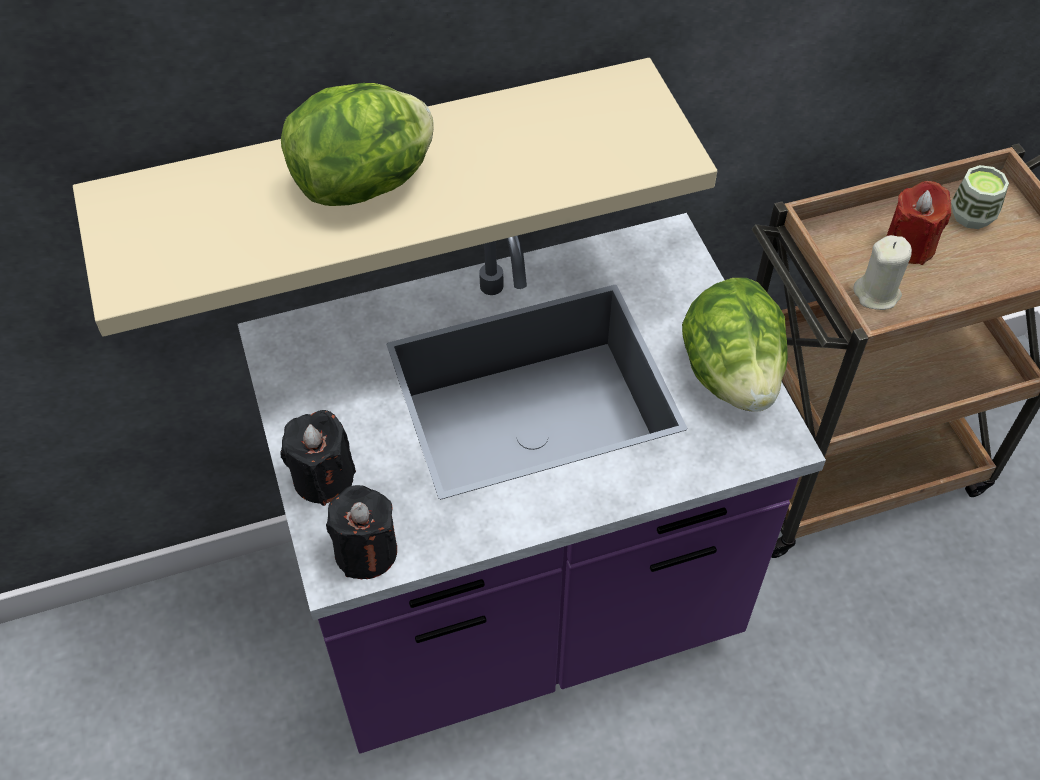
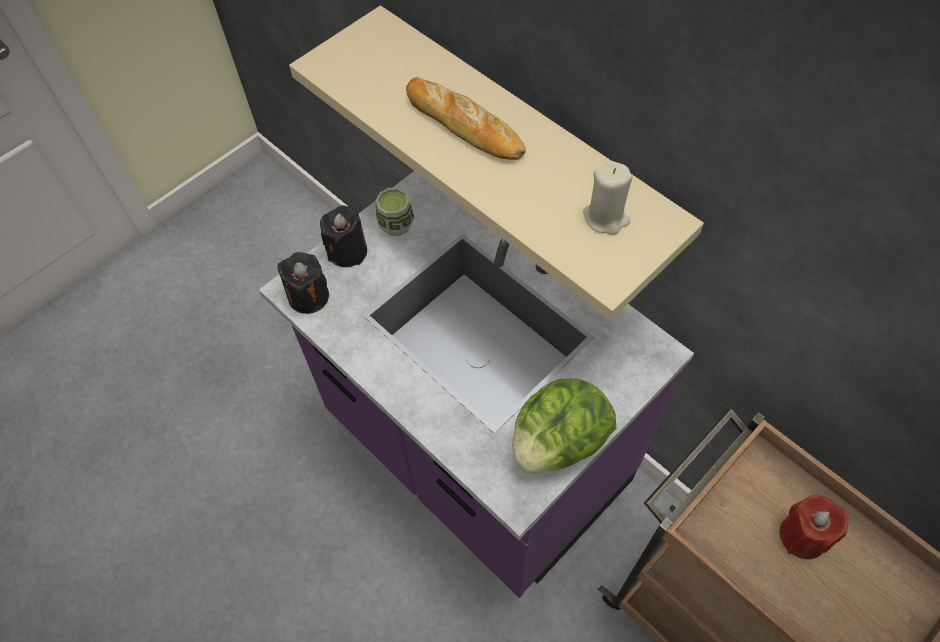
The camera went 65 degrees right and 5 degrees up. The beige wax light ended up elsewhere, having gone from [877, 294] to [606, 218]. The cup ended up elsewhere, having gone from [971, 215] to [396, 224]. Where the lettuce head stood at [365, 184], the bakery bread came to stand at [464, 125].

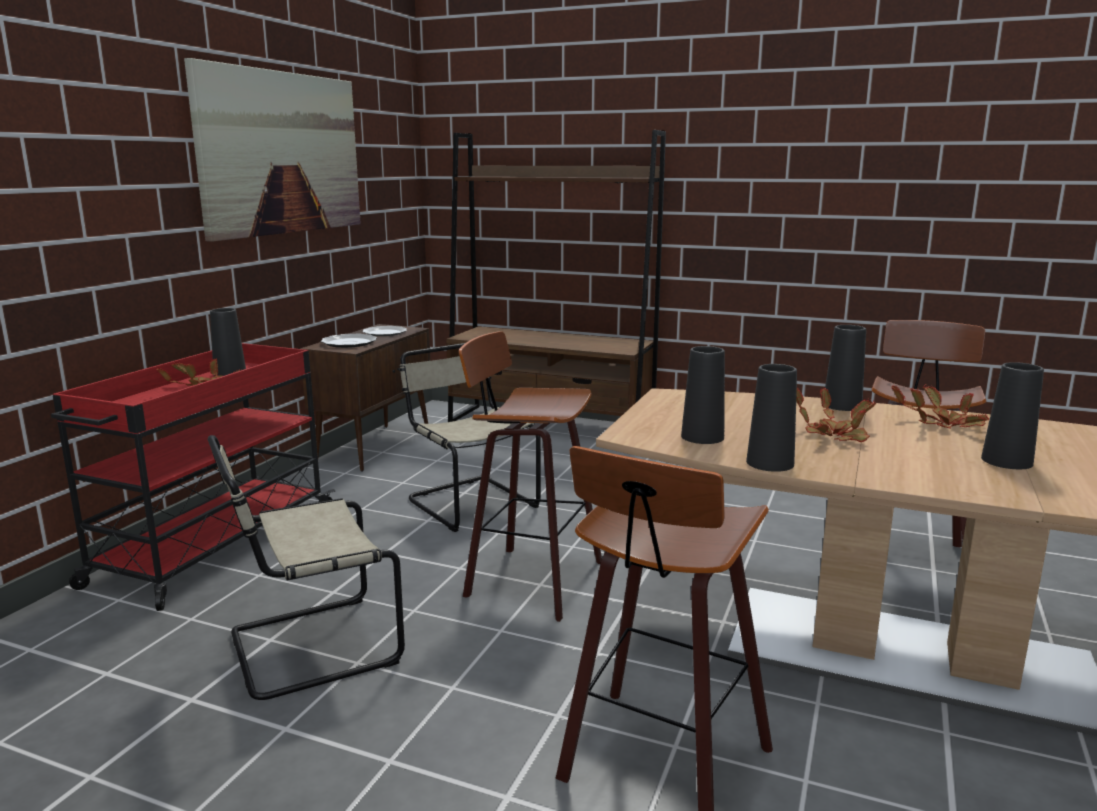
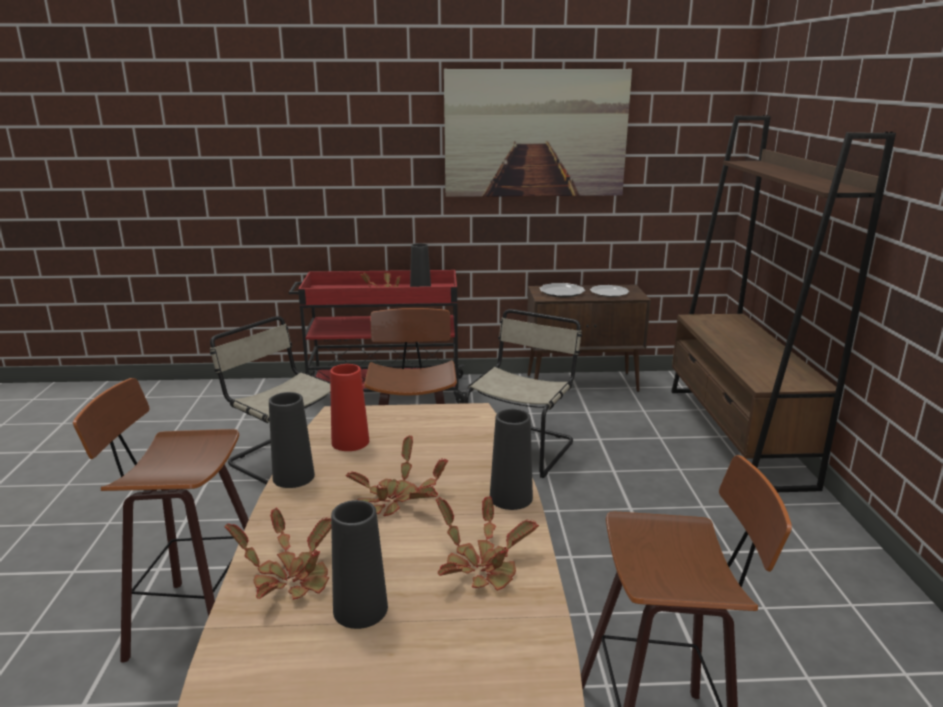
The camera went 65 degrees right and 5 degrees up. The second view gained the houseplant at [290, 577]. What was the blackish flower vase at [702, 437] turned into the reddish flower vase at [350, 442].

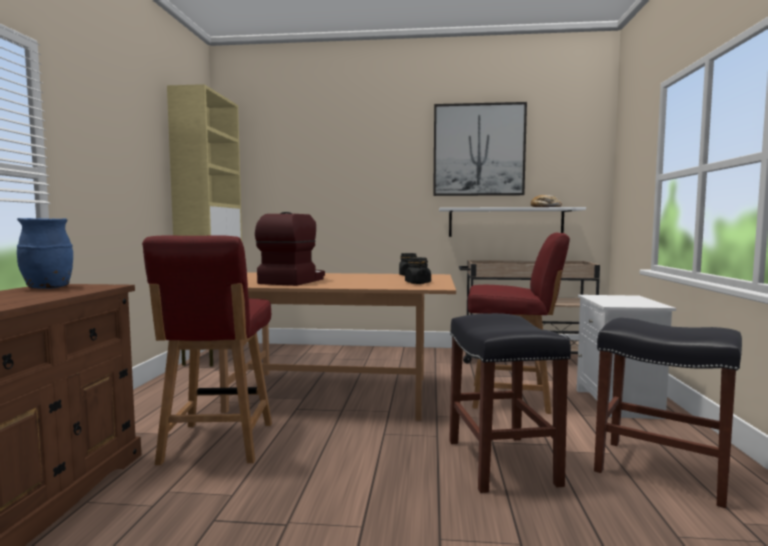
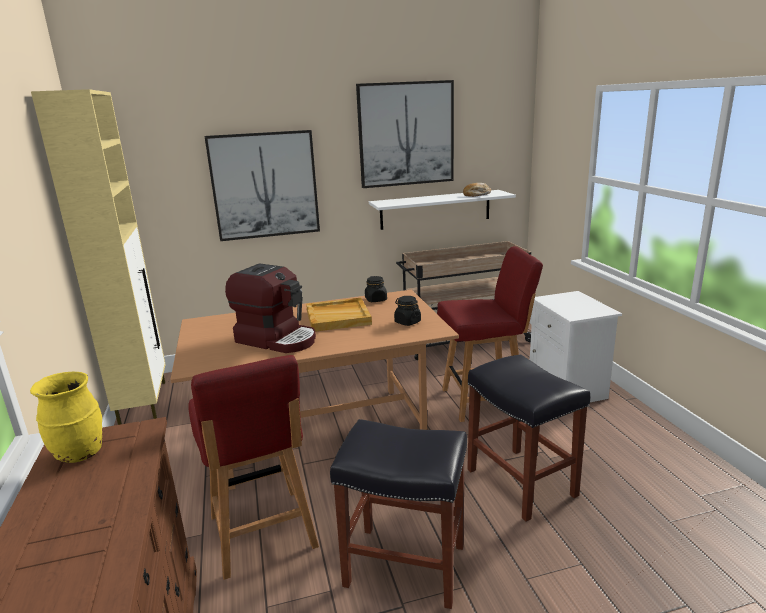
The camera went 20 degrees left and 15 degrees up. The second view gained the wall art at [265, 185]. The second view gained the beige tray at [338, 317]. The blackish stool seat ended up elsewhere, having gone from [659, 471] to [403, 565]. What was the blue-coloured flower vase at [48, 288] turned into the yellow-coloured flower vase at [80, 454]. The coffee machine at [293, 281] ended up facing another way, 120 degrees clockwise from before.

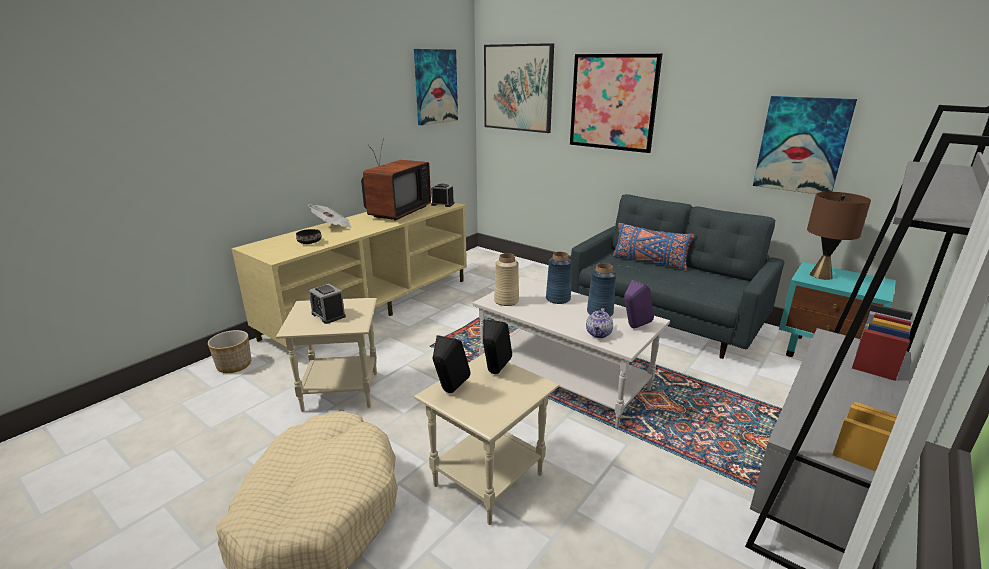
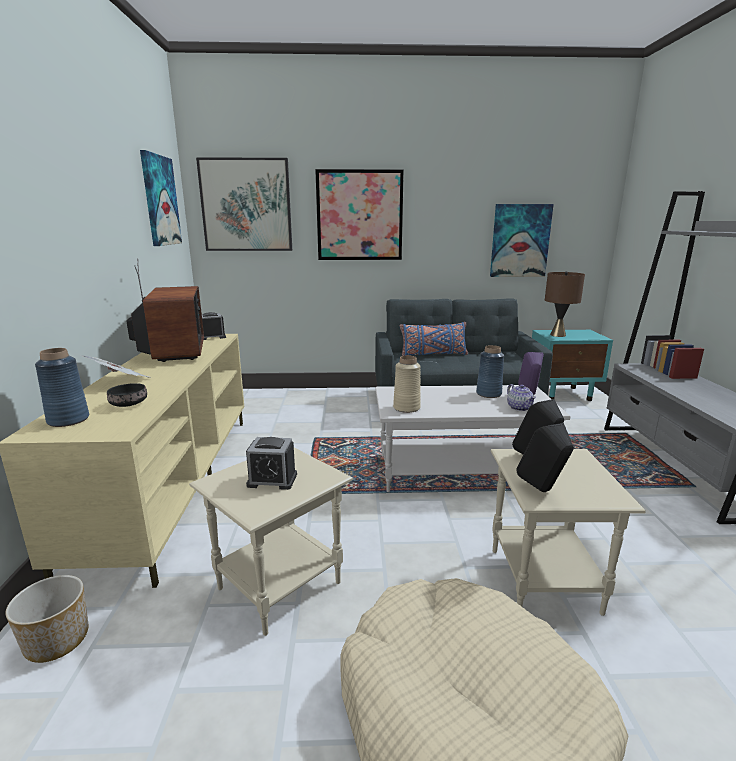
The camera went 40 degrees left and 5 degrees down. The blue-coloured flower vase ended up elsewhere, having gone from [558, 299] to [68, 420].

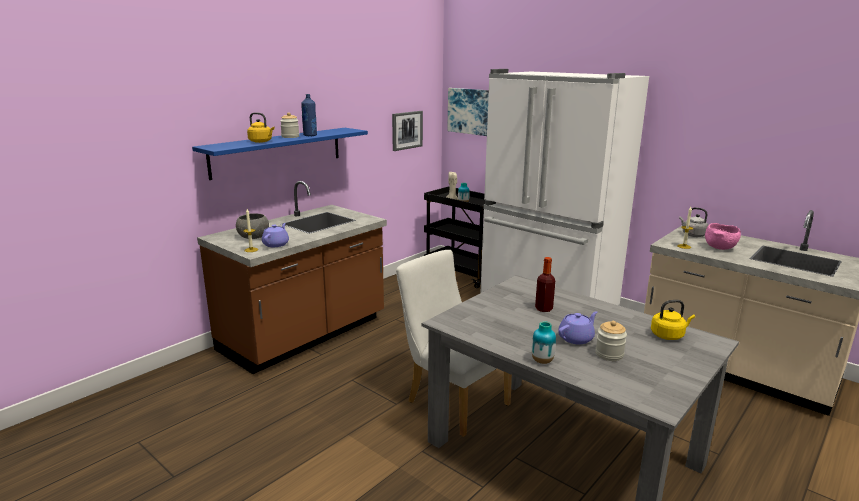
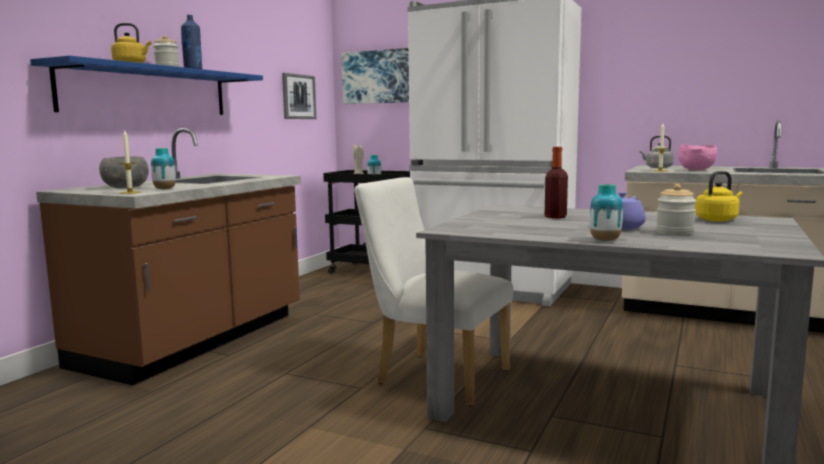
The camera went 15 degrees left and 10 degrees down. Where the purple tea pot stood at [276, 244], the flower vase came to stand at [164, 189].

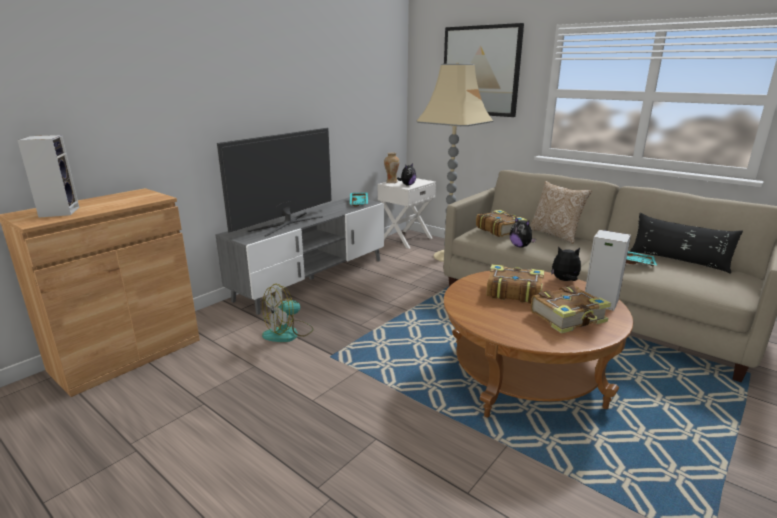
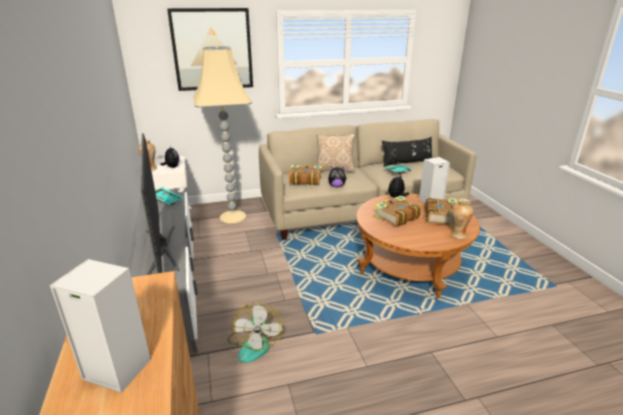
The camera went 55 degrees left and 5 degrees up. The second view gained the flower vase at [458, 235].

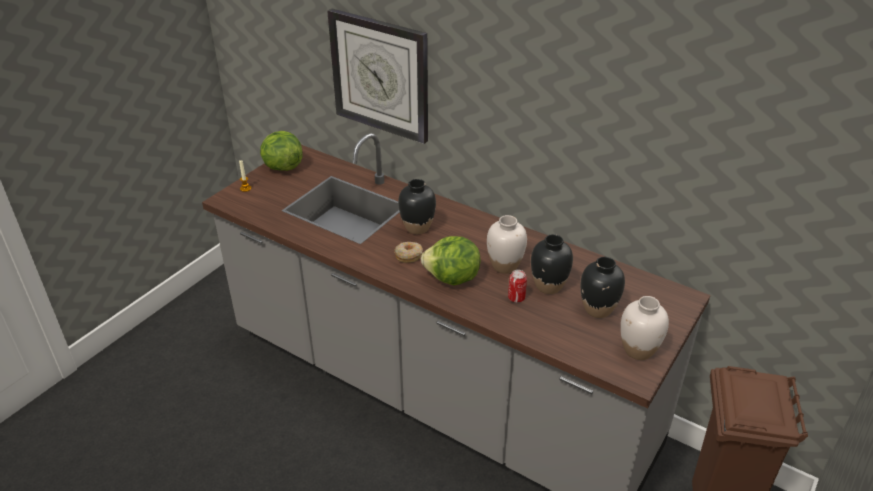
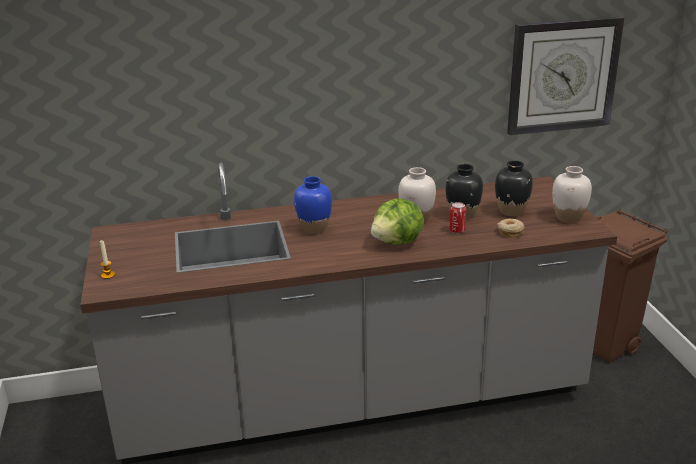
The camera went 45 degrees left and 10 degrees down. The second view lost the lettuce head at [282, 167]. The wall clock ended up elsewhere, having gone from [380, 75] to [562, 75]. The ring doughnut ended up elsewhere, having gone from [408, 255] to [510, 232]. What was the blackish flower vase at [417, 227] turned into the blue-coloured flower vase at [314, 229].

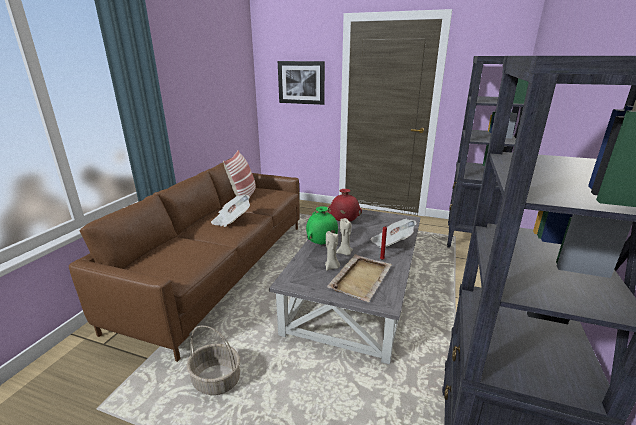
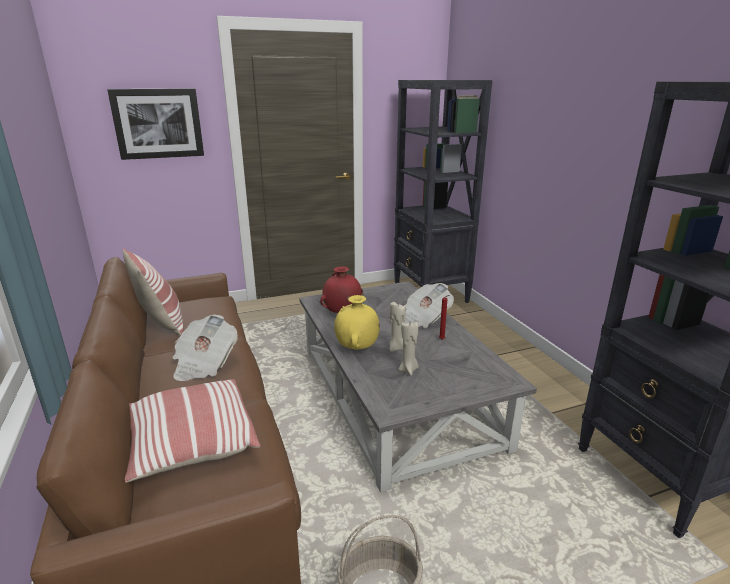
The camera went 40 degrees left and 0 degrees up. The second view lost the beige tray at [361, 278]. The second view gained the cushion at [191, 443]. What was the greenish flower vase at [321, 244] turned into the yellow-coloured flower vase at [357, 349].

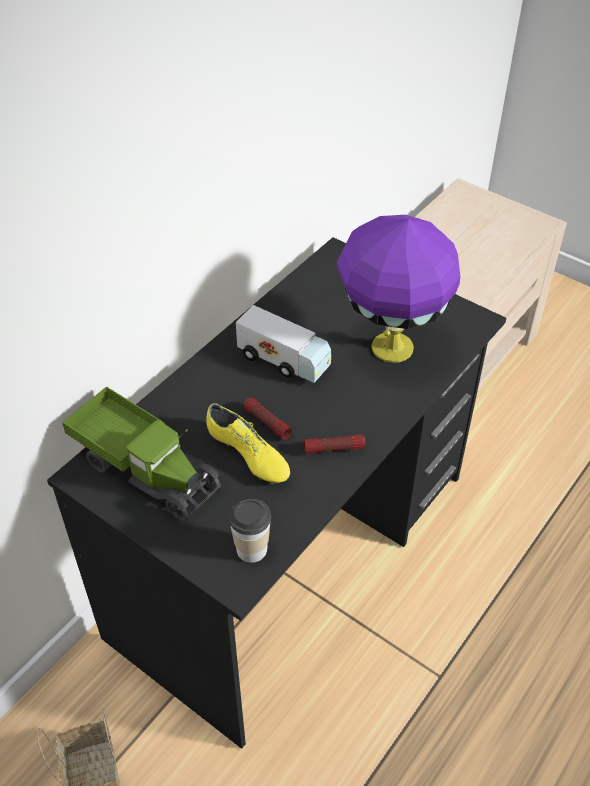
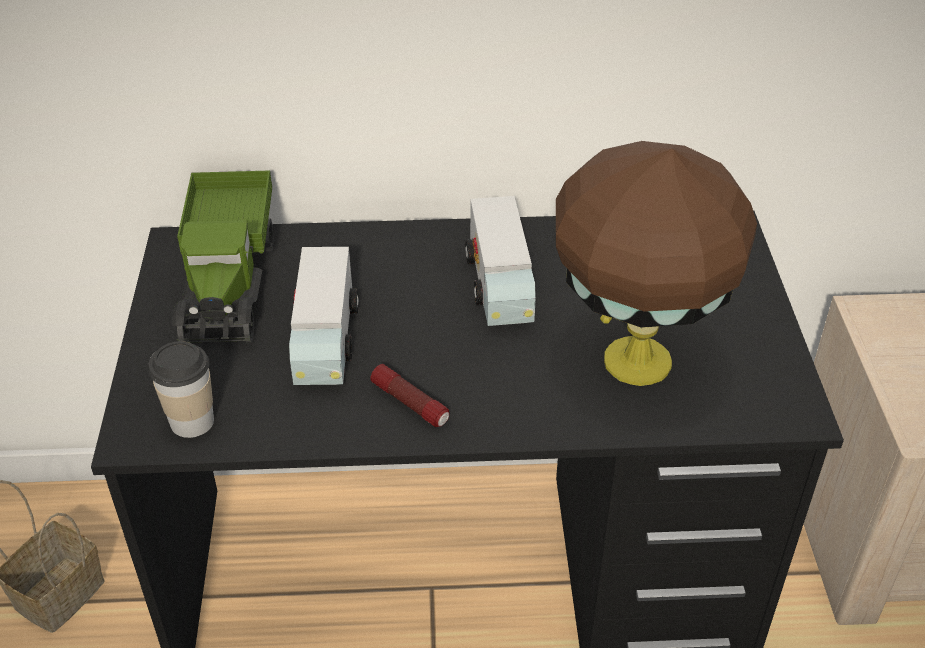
The camera went 50 degrees right and 5 degrees down. The second view lost the flashlight at [267, 423]. Where the yellow-coloured item of footwear stood at [248, 455], the toy lorry came to stand at [324, 341]. What was the purple table lamp at [389, 348] turned into the brown-coloured table lamp at [633, 359].

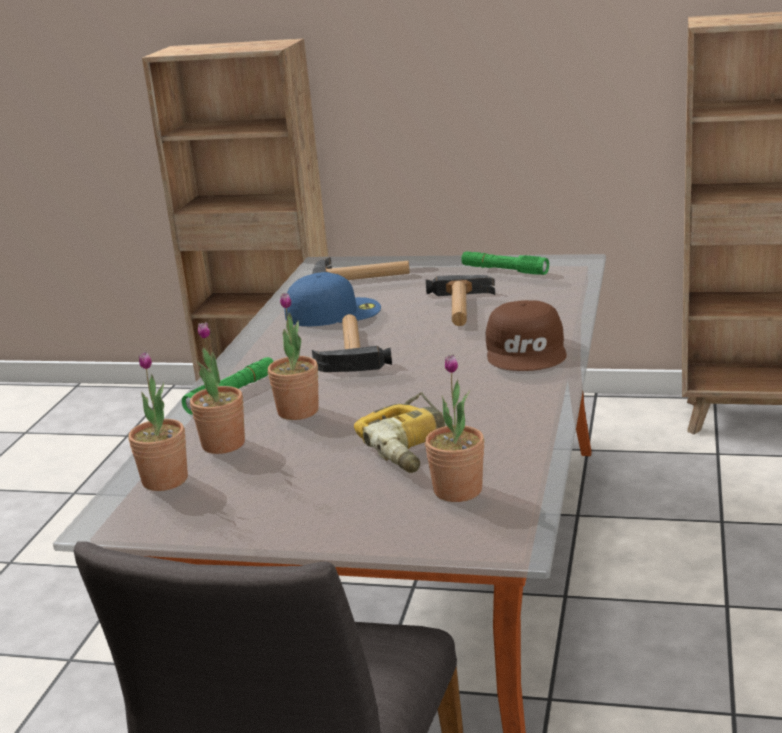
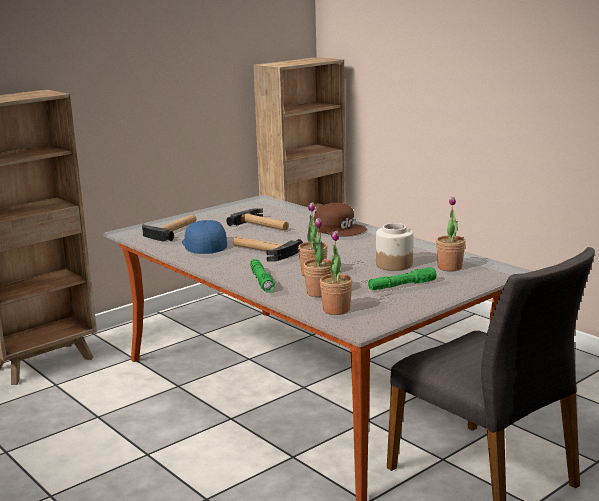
The camera went 55 degrees left and 5 degrees down. The greenish flashlight ended up elsewhere, having gone from [504, 270] to [402, 286]. Where the power drill stood at [413, 446], the preserve jar came to stand at [394, 264]. The blue-coloured cap at [334, 311] ended up facing another way, 45 degrees counterclockwise from before.

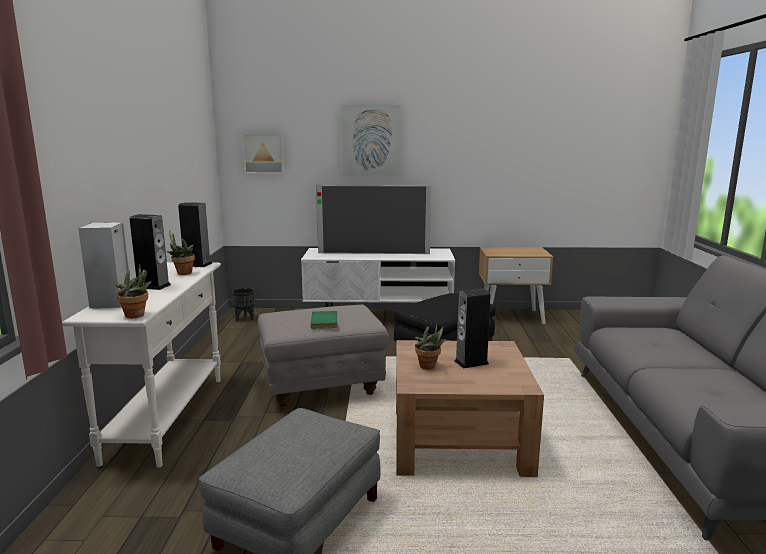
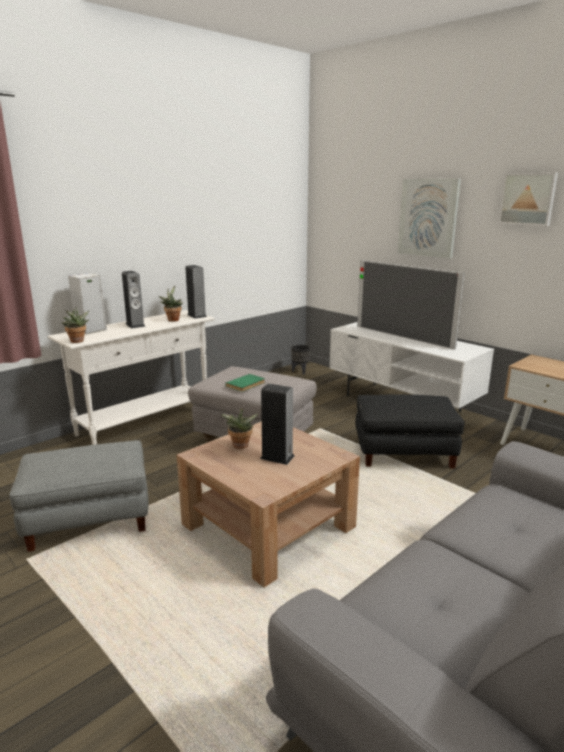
The camera went 45 degrees right and 5 degrees up. The wall art ended up elsewhere, having gone from [264, 153] to [528, 199].

